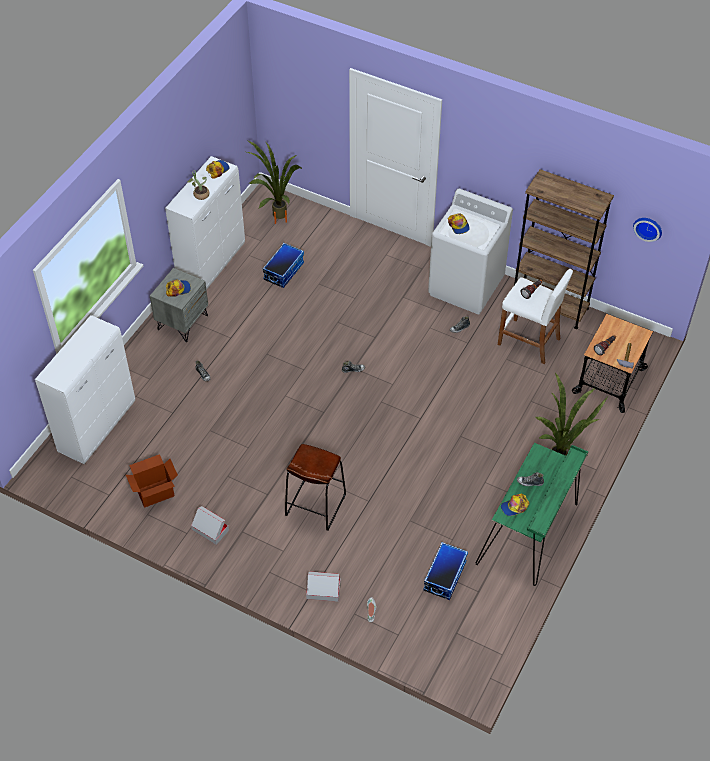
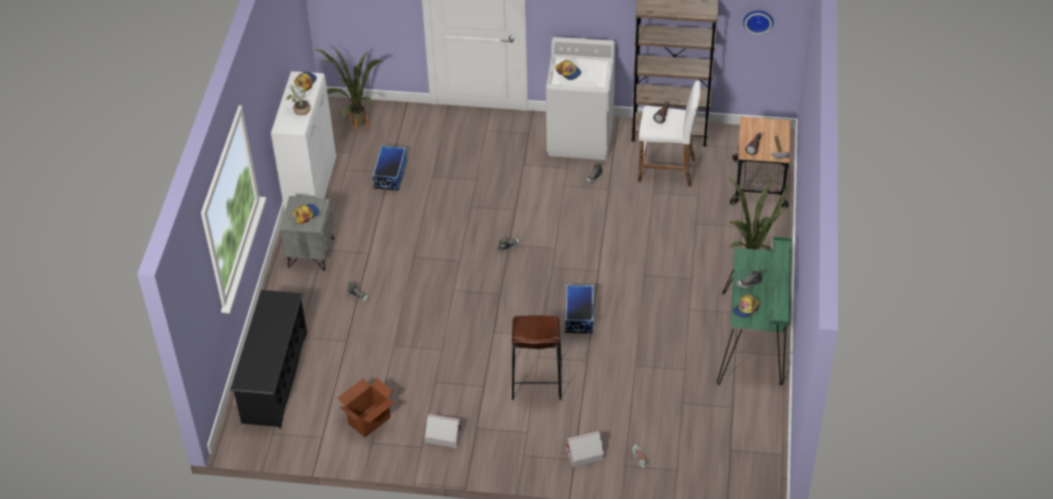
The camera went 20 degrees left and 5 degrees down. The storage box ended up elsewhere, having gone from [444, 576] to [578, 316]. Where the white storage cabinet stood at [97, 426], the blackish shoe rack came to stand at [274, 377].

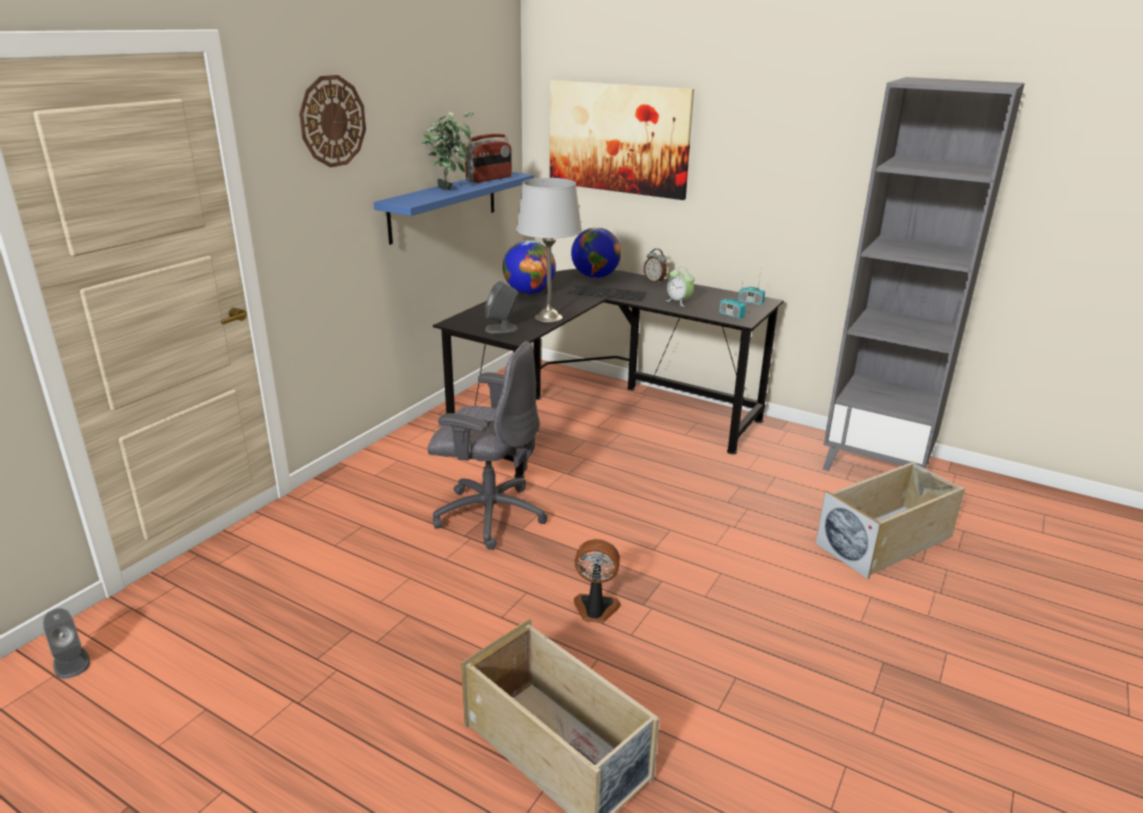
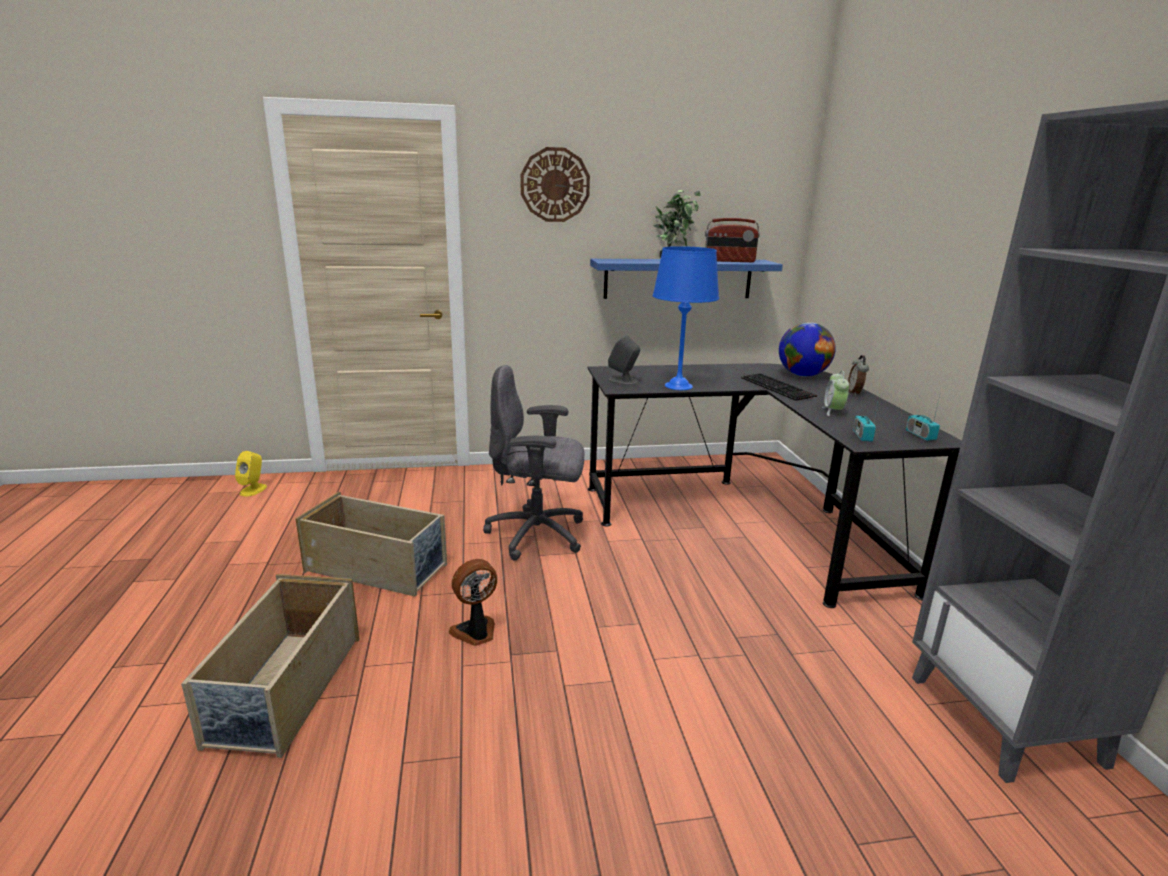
The camera went 50 degrees right and 5 degrees down. The second view lost the world globe at [529, 292]. The second view lost the wall art at [618, 138]. The beige storage box ended up elsewhere, having gone from [885, 540] to [378, 568]. What was the grey audio speaker at [71, 662] turned into the yellow-coloured audio speaker at [253, 490]. What was the grey table lamp at [549, 318] turned into the blue-coloured table lamp at [678, 386]. The grey desk chair at [489, 515] ended up facing another way, 120 degrees clockwise from before. The electric fan at [595, 610] ended up facing another way, 90 degrees counterclockwise from before.

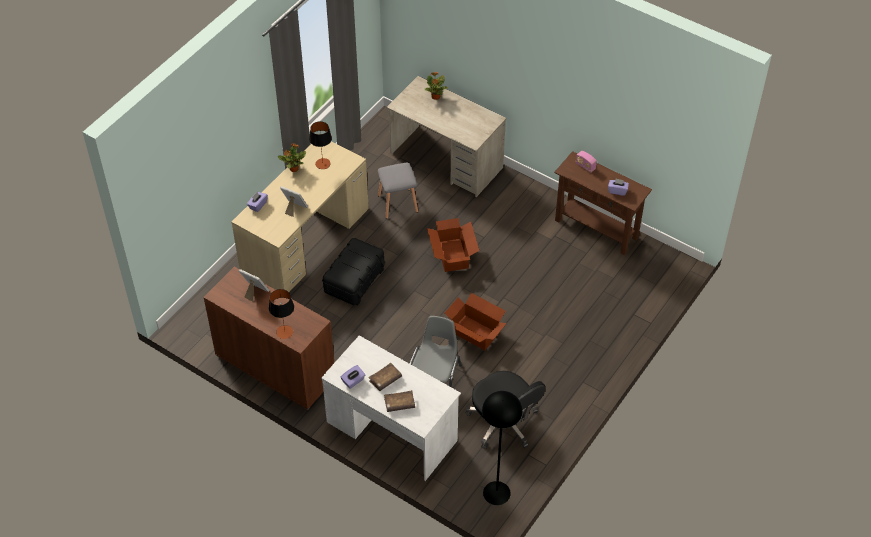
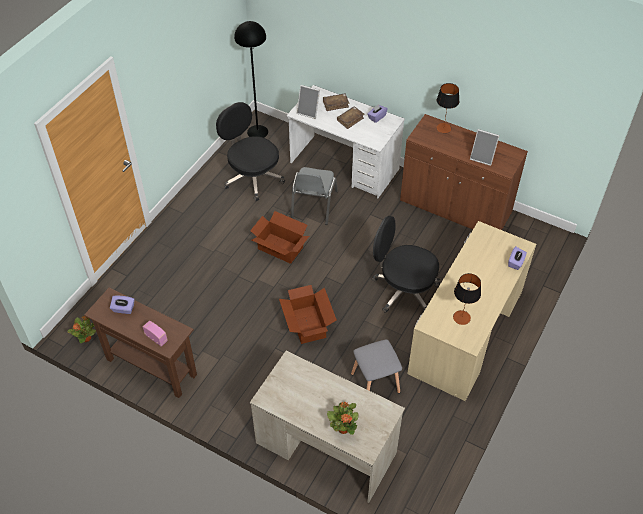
The camera went 175 degrees right and 0 degrees up. The houseplant ended up elsewhere, having gone from [293, 169] to [86, 338]. The picture frame ended up elsewhere, having gone from [294, 208] to [309, 112]. Where the blackish storage box stood at [354, 280], the blackish desk chair came to stand at [403, 290].

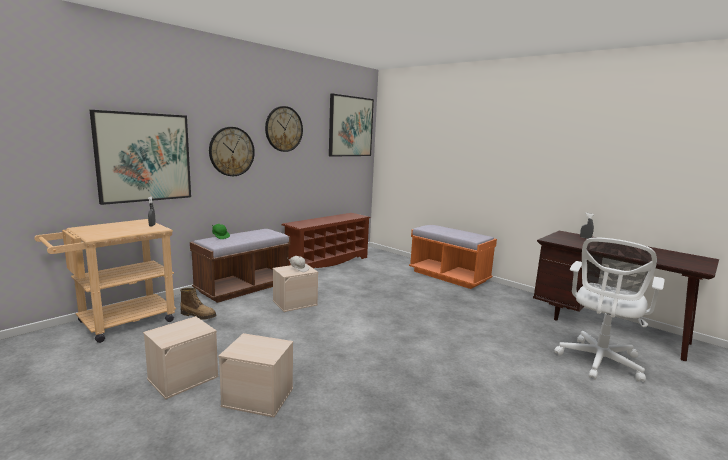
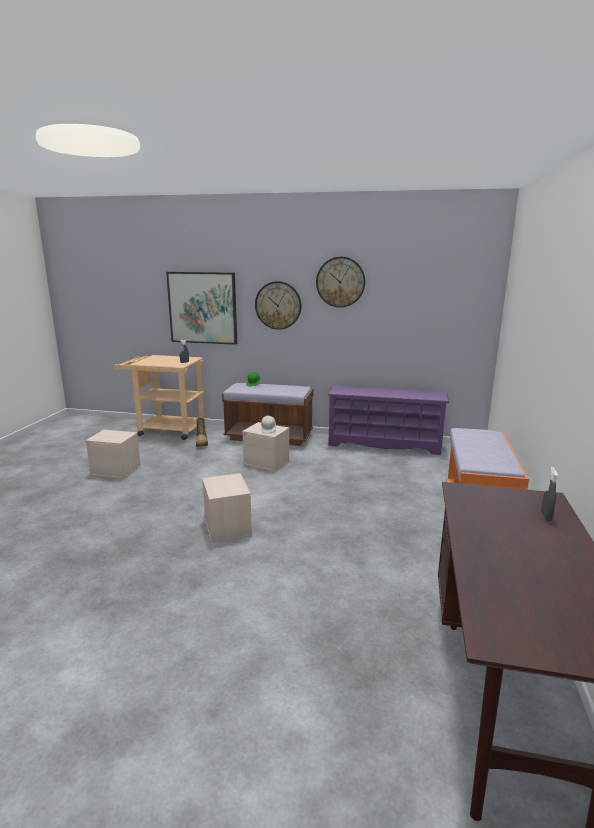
The camera went 60 degrees right and 5 degrees up. The second view lost the wall art at [350, 126]. The second view lost the white desk chair at [598, 362]. The beige storage box ended up elsewhere, having gone from [259, 397] to [228, 527]. What was the brown-coloured shoe rack at [327, 262] turned into the purple shoe rack at [384, 444].

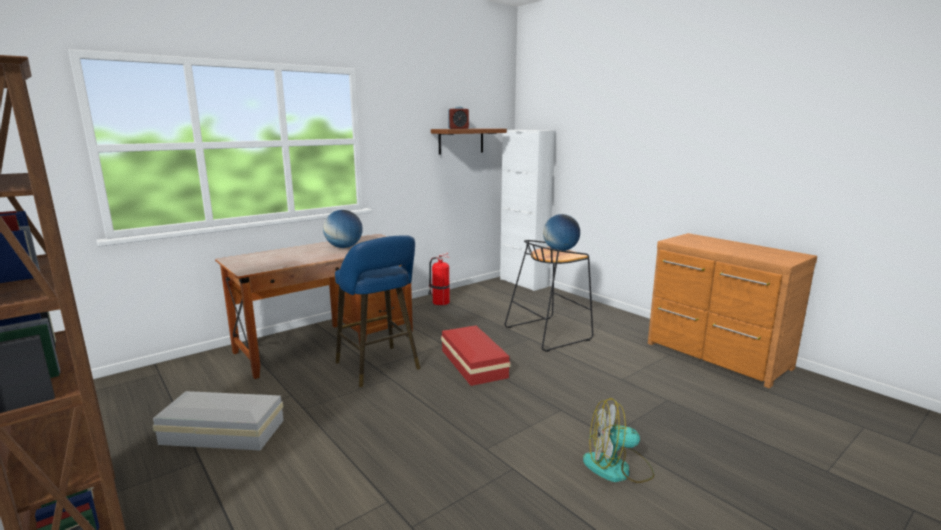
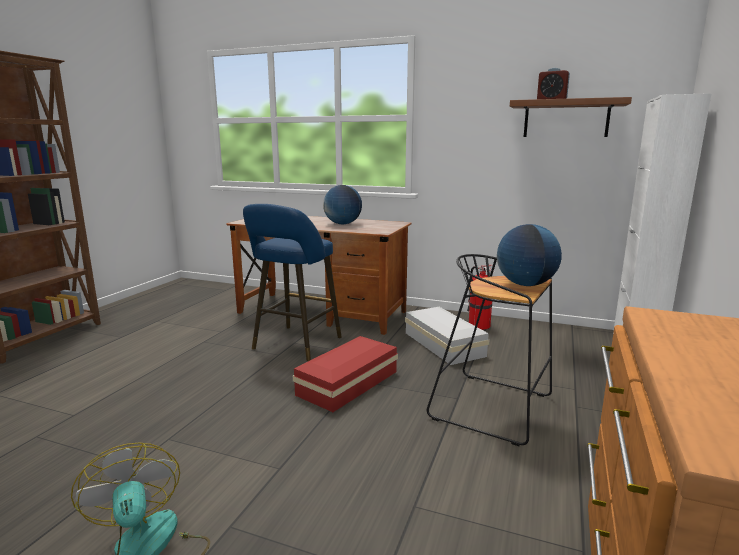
The camera went 60 degrees right and 0 degrees up. The white storage box ended up elsewhere, having gone from [222, 431] to [444, 343].

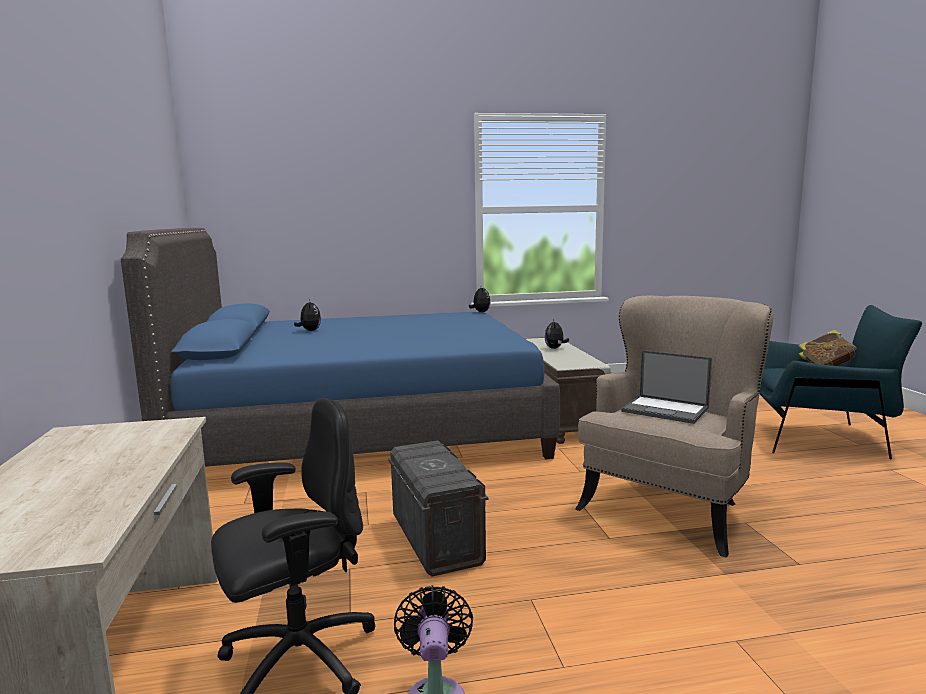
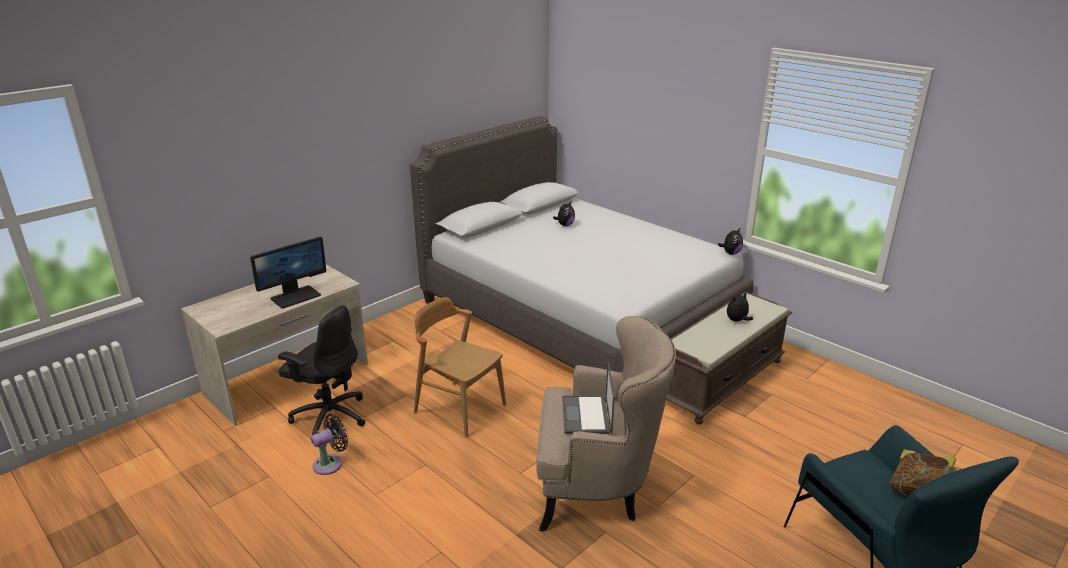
The camera went 55 degrees right and 15 degrees up. The second view gained the computer screen at [295, 296]. Where the grey storage box stood at [436, 538], the brown-coloured upright chair came to stand at [460, 408]. What was the blue-coloured bedroom bed at [362, 431] turned into the grey bedroom bed at [578, 315].

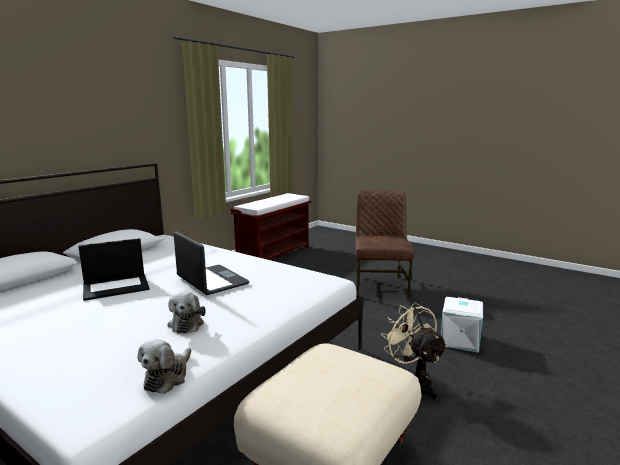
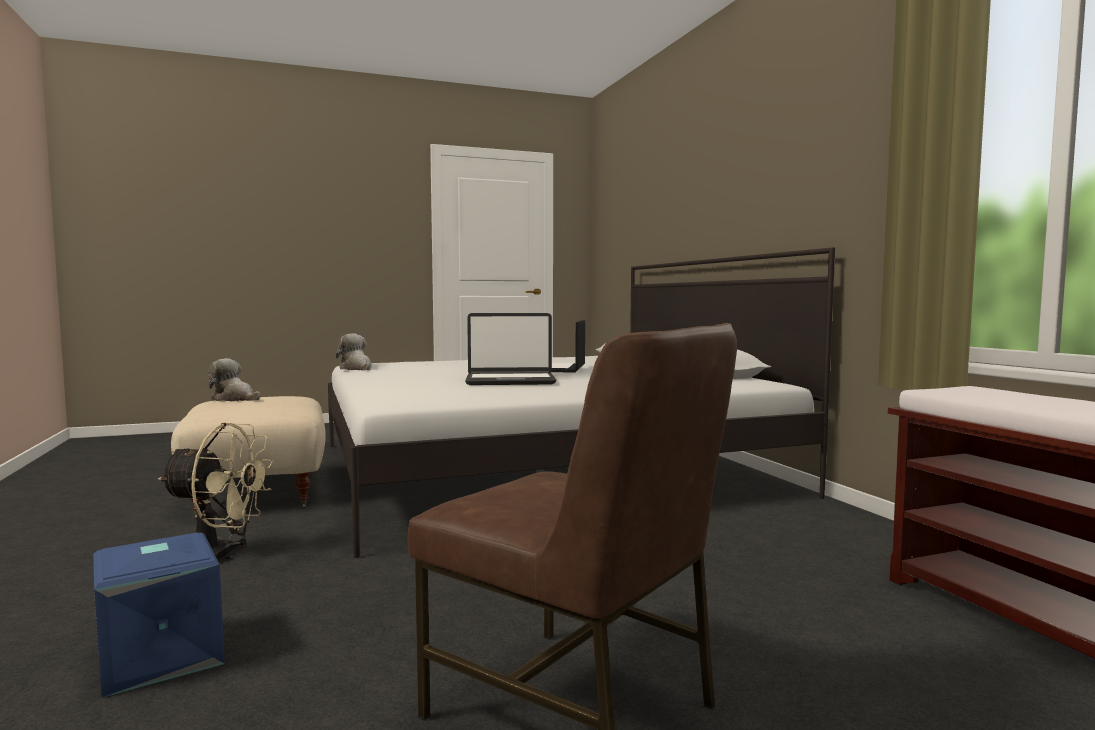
The camera went 125 degrees right and 10 degrees down. The soft toy ended up elsewhere, having gone from [186, 323] to [234, 399]. What was the white storage box at [460, 340] turned into the blue-coloured storage box at [158, 657].

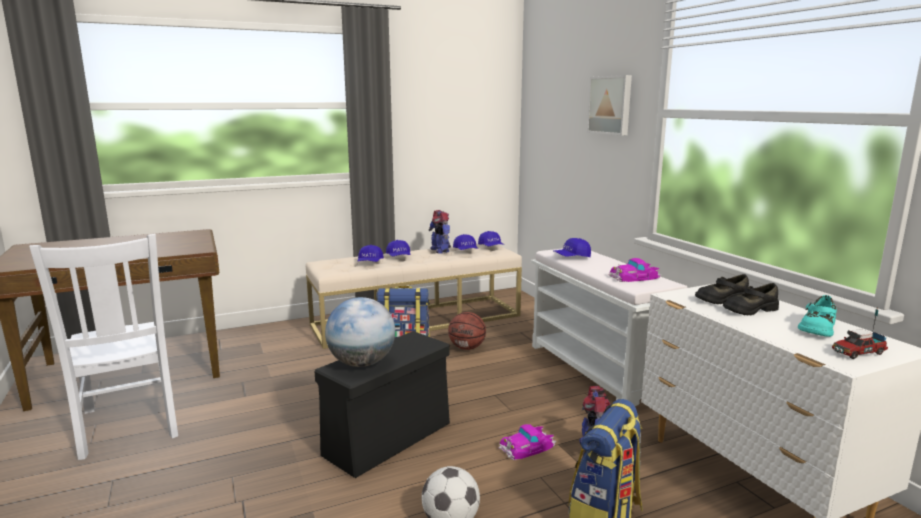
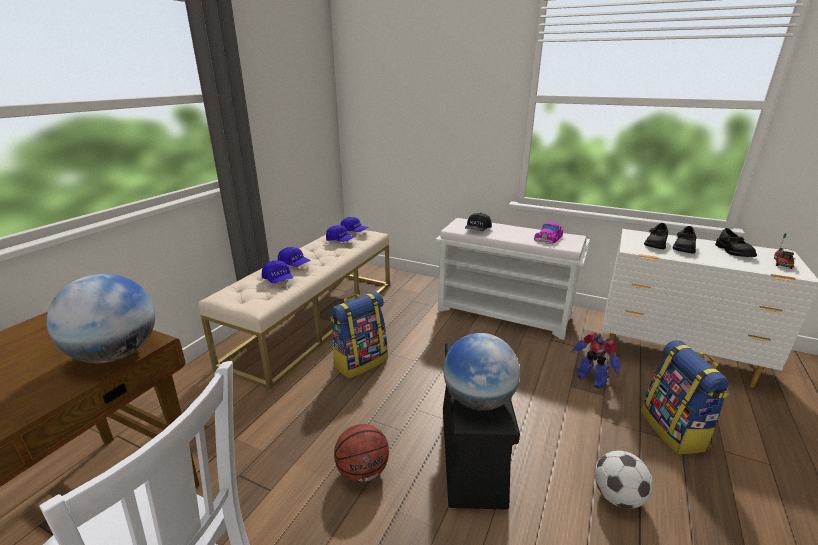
The camera went 40 degrees left and 10 degrees up. The second view lost the model robot at [440, 250]. The second view lost the model car at [527, 447]. The second view lost the wall art at [611, 105]. The second view gained the world globe at [116, 354]. The basketball ended up elsewhere, having gone from [467, 348] to [363, 471]. What was the blue-coloured cap at [572, 257] turned into the blackish cap at [477, 230]. What was the turquoise item of footwear at [817, 328] turned into the blackish item of footwear at [733, 251].

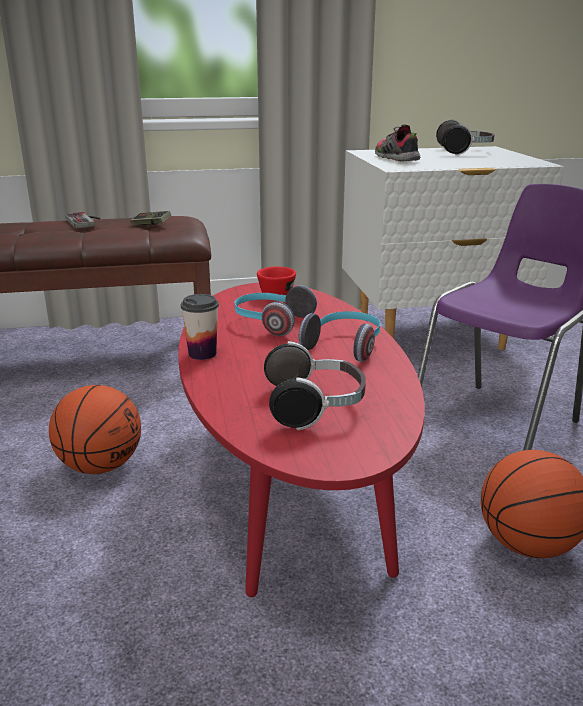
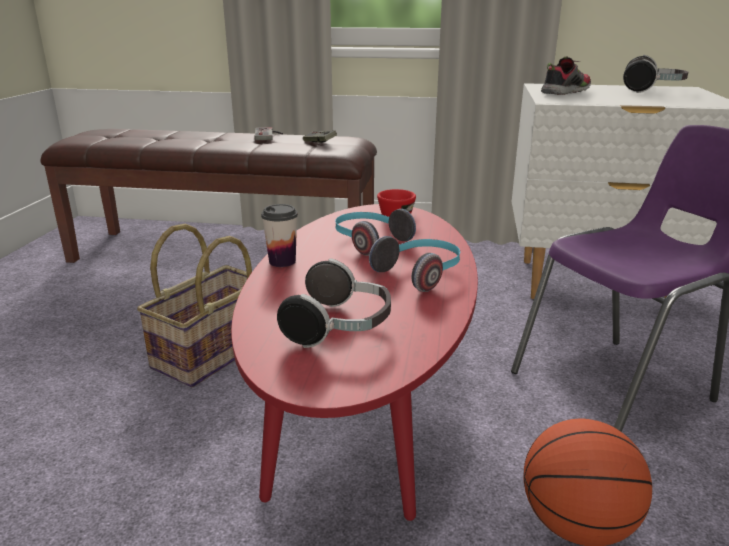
The camera went 20 degrees right and 0 degrees up. Where the basketball stood at [100, 466], the basket came to stand at [212, 351]. The item of footwear at [395, 158] ended up facing another way, 45 degrees clockwise from before.

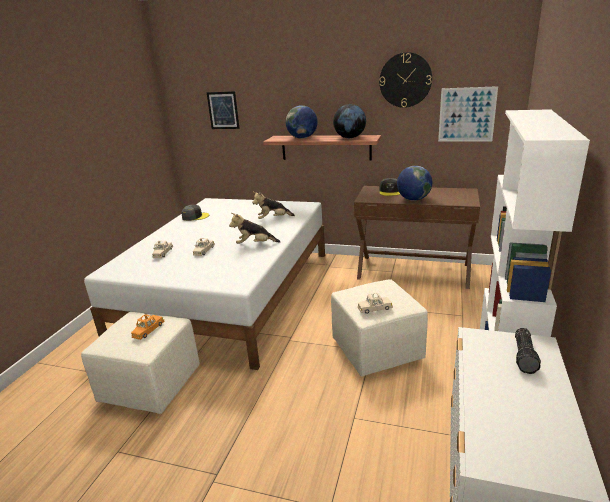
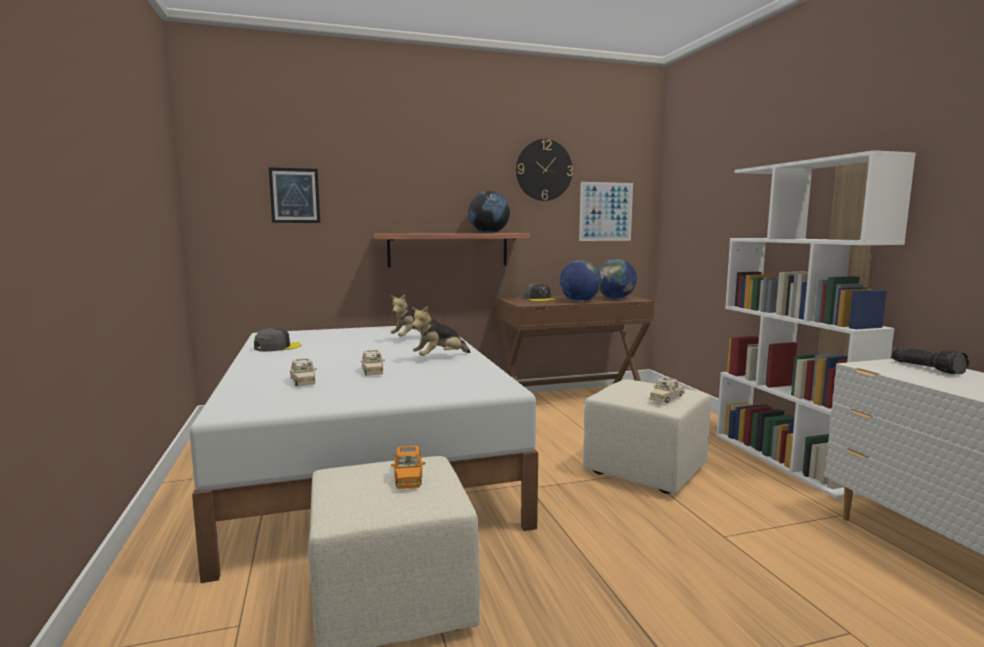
The camera went 35 degrees left and 15 degrees down. The world globe ended up elsewhere, having gone from [302, 138] to [615, 298].

